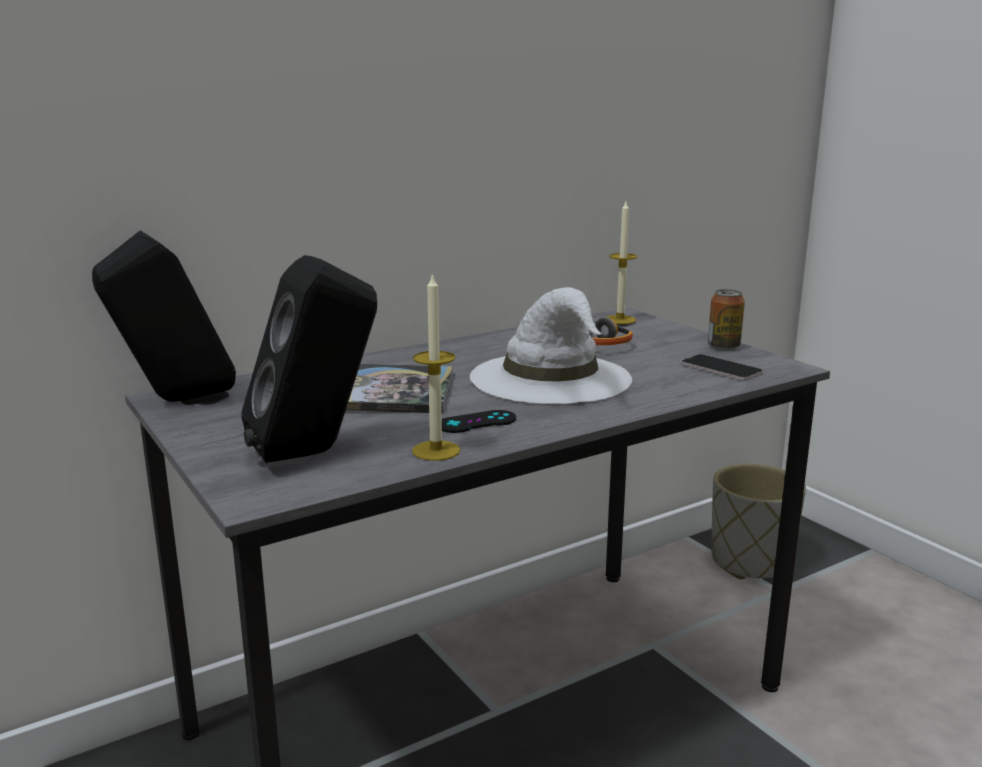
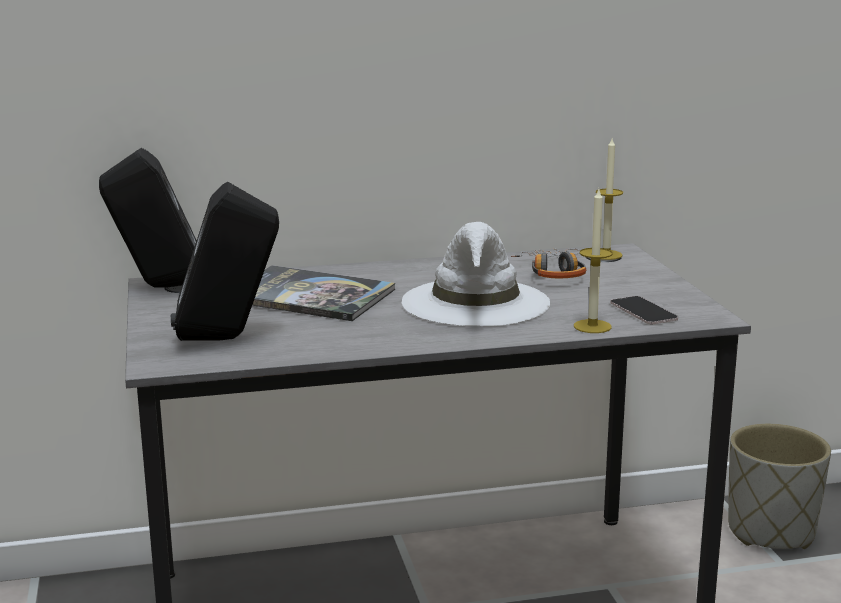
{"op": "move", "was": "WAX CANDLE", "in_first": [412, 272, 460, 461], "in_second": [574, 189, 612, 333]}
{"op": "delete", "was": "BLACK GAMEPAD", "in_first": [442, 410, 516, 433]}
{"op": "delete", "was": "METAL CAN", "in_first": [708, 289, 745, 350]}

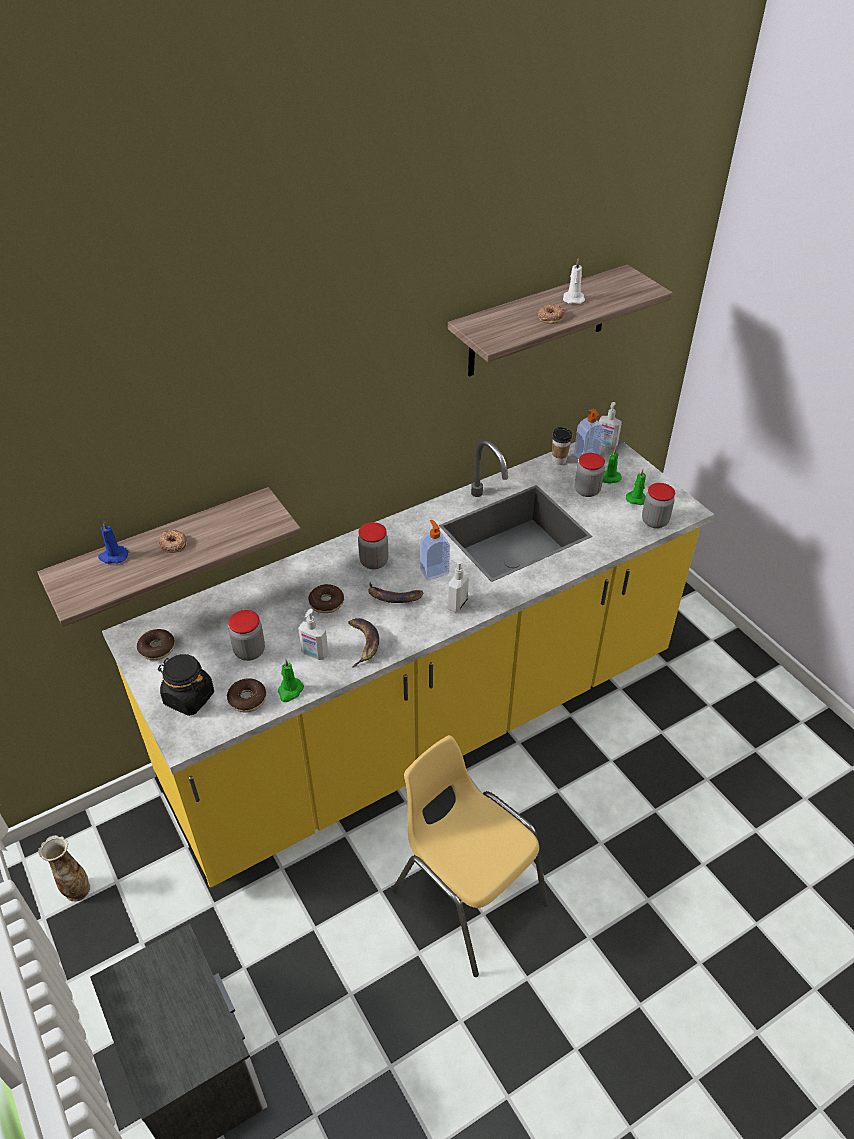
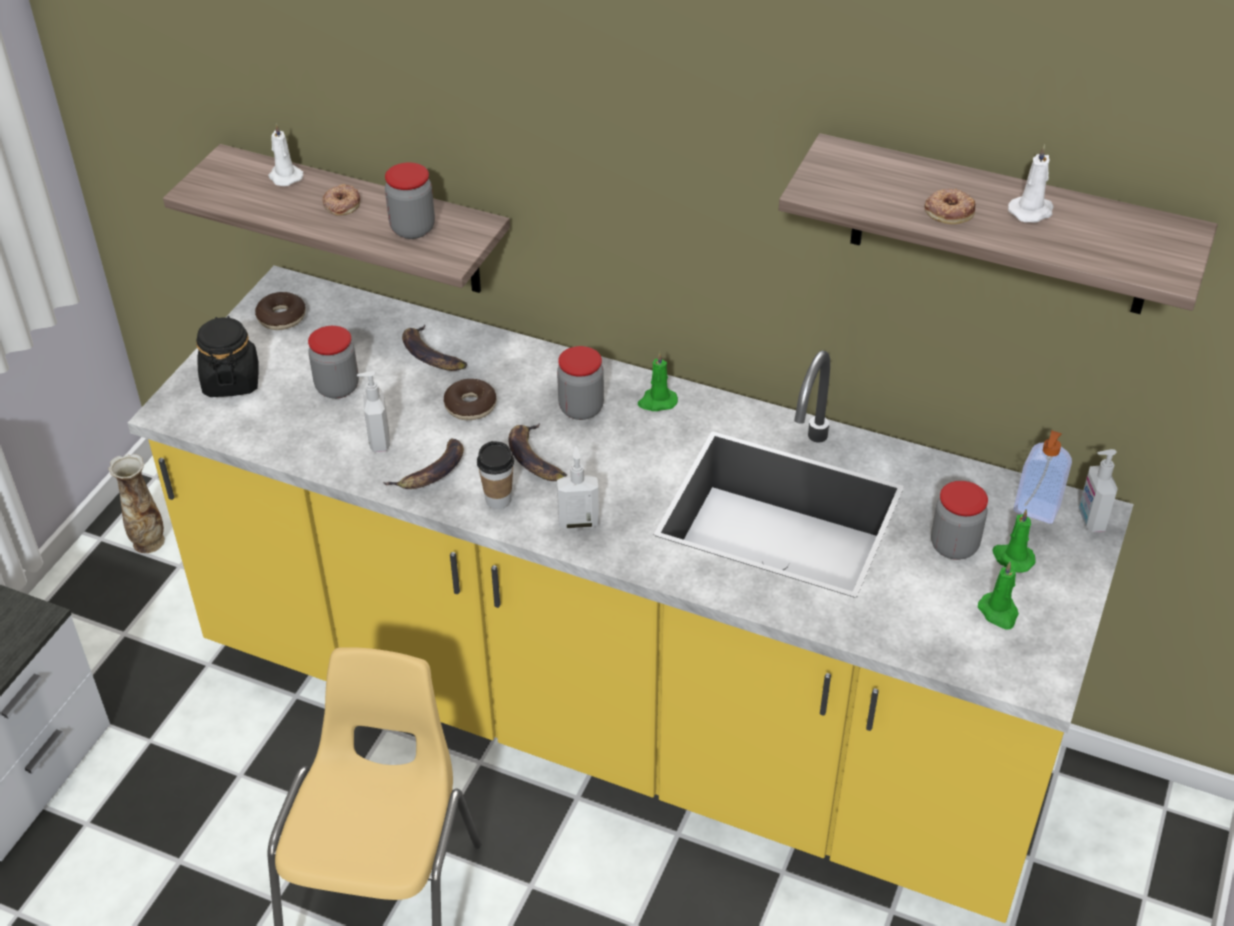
{"op": "recolor", "was": "BLUE WAX CANDLE", "now": "WHITISH WAX CANDLE", "in_first": [98, 520, 128, 564], "in_second": [268, 123, 303, 186]}
{"op": "move", "was": "STORAGE JAR", "in_first": [642, 483, 675, 528], "in_second": [385, 162, 435, 239]}
{"op": "insert", "now": "WHOLE BANANA", "in_second": [402, 325, 467, 371]}
{"op": "move", "was": "DRINKING CUP", "in_first": [552, 427, 572, 465], "in_second": [477, 441, 514, 509]}
{"op": "move", "was": "GREEN WAX CANDLE", "in_first": [278, 660, 304, 702], "in_second": [638, 352, 678, 411]}
{"op": "delete", "was": "RING DOUGHNUT", "in_first": [227, 678, 266, 712]}
{"op": "delete", "was": "SOAP BOTTLE", "in_first": [420, 520, 450, 580]}

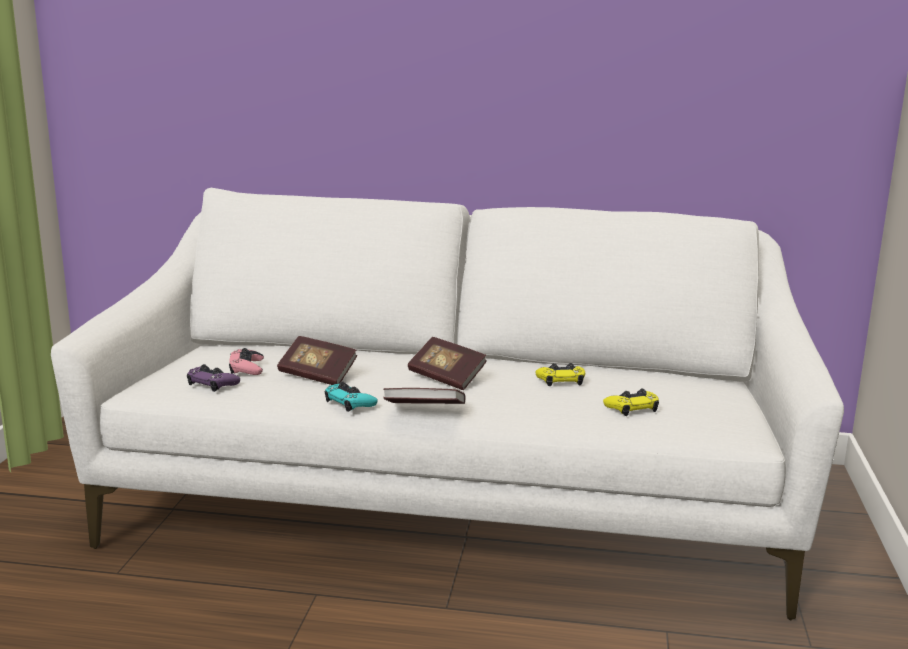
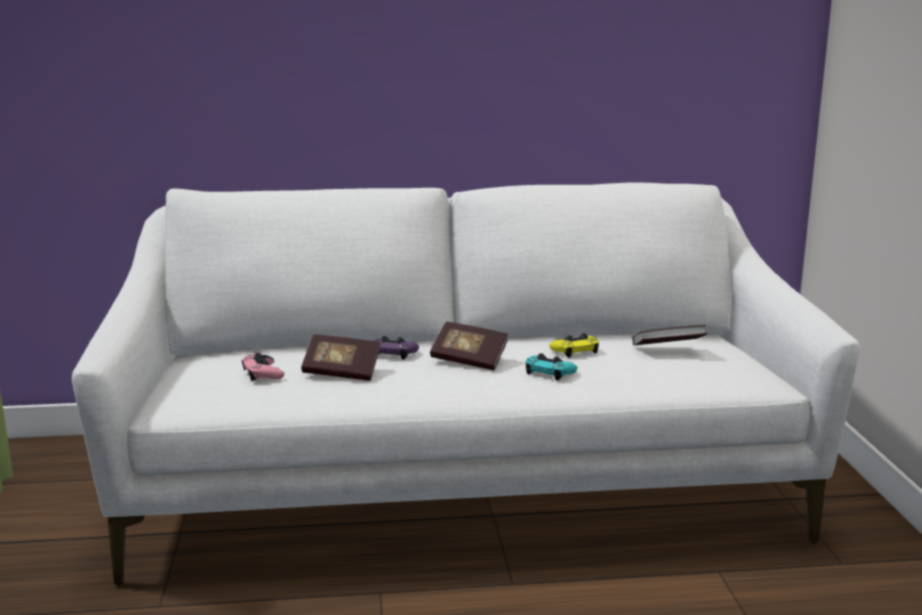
{"op": "move", "was": "PURPLISH GAMEPAD", "in_first": [187, 364, 240, 392], "in_second": [373, 336, 419, 360]}
{"op": "move", "was": "TURQUOISE-COLOURED GAMEPAD", "in_first": [325, 382, 378, 412], "in_second": [526, 353, 577, 380]}
{"op": "move", "was": "BOUND BOOK", "in_first": [383, 388, 465, 404], "in_second": [632, 325, 707, 345]}
{"op": "delete", "was": "YELLOW-COLOURED GAMEPAD", "in_first": [603, 389, 659, 416]}

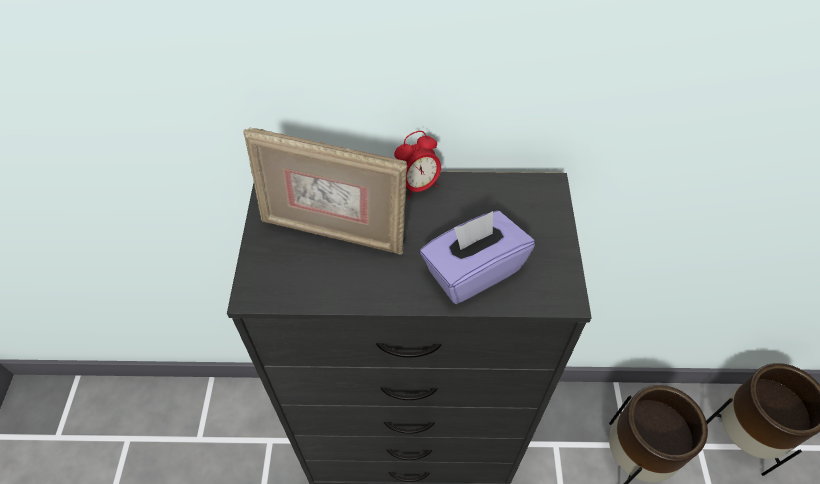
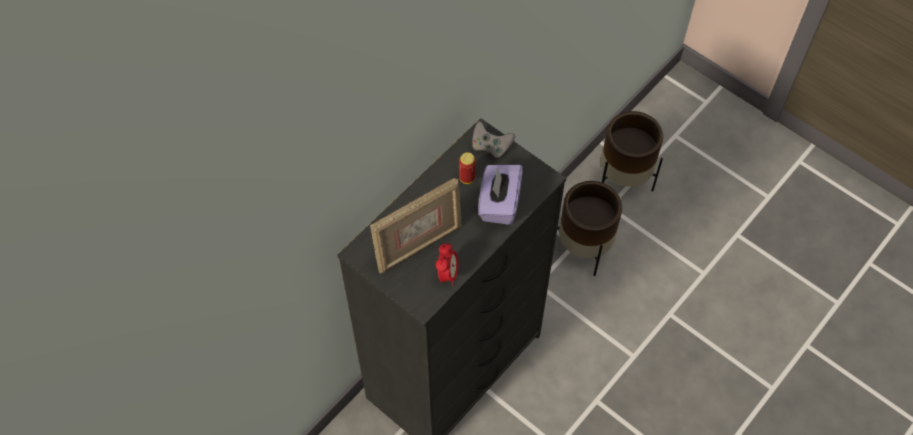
{"op": "move", "was": "TABLE CLOCK", "in_first": [394, 131, 441, 199], "in_second": [436, 244, 458, 286]}
{"op": "insert", "now": "METAL CAN", "in_second": [459, 152, 476, 184]}
{"op": "insert", "now": "GRAY GAMEPAD", "in_second": [472, 121, 515, 158]}

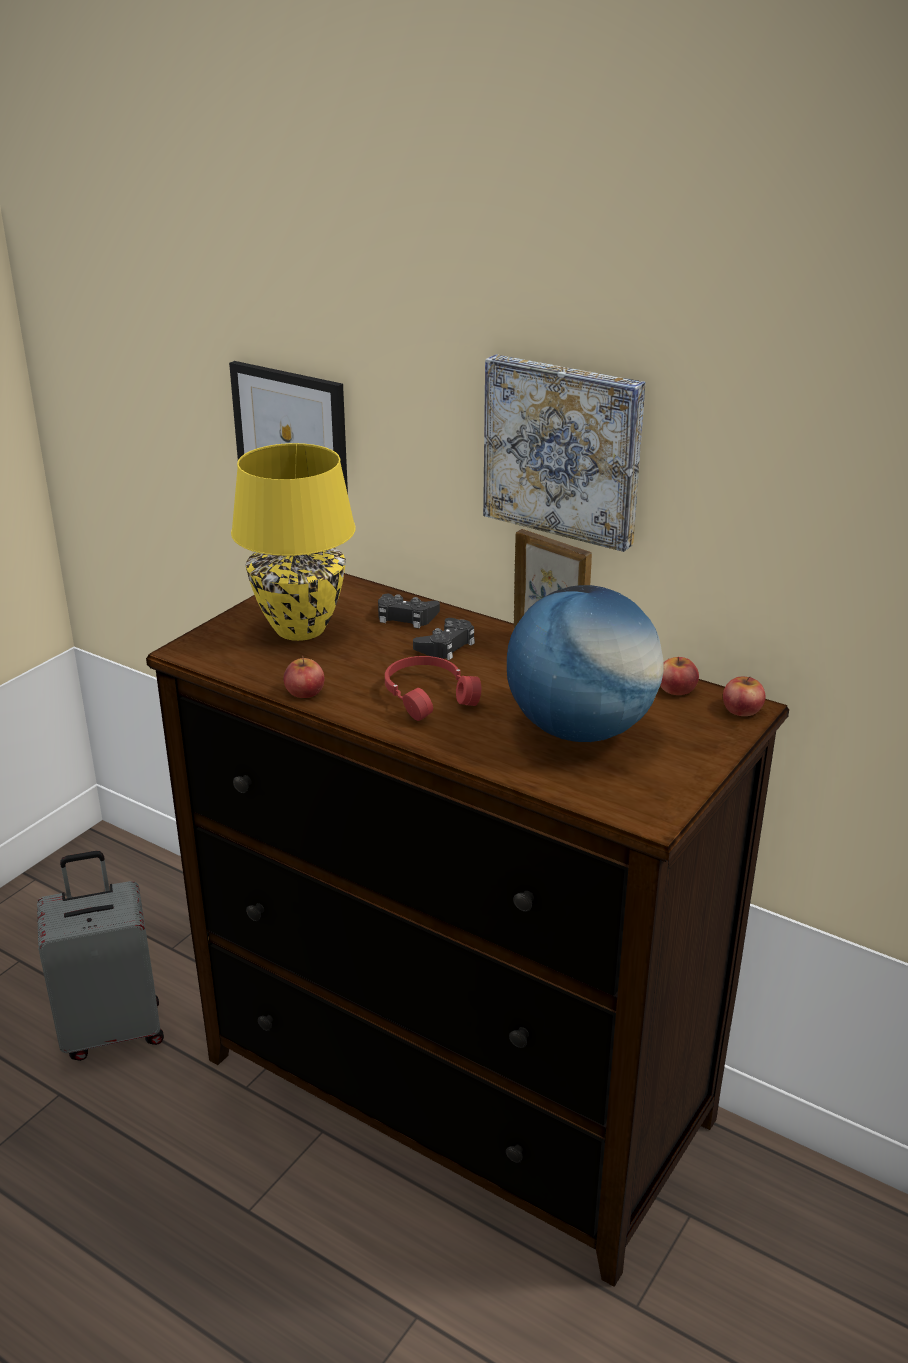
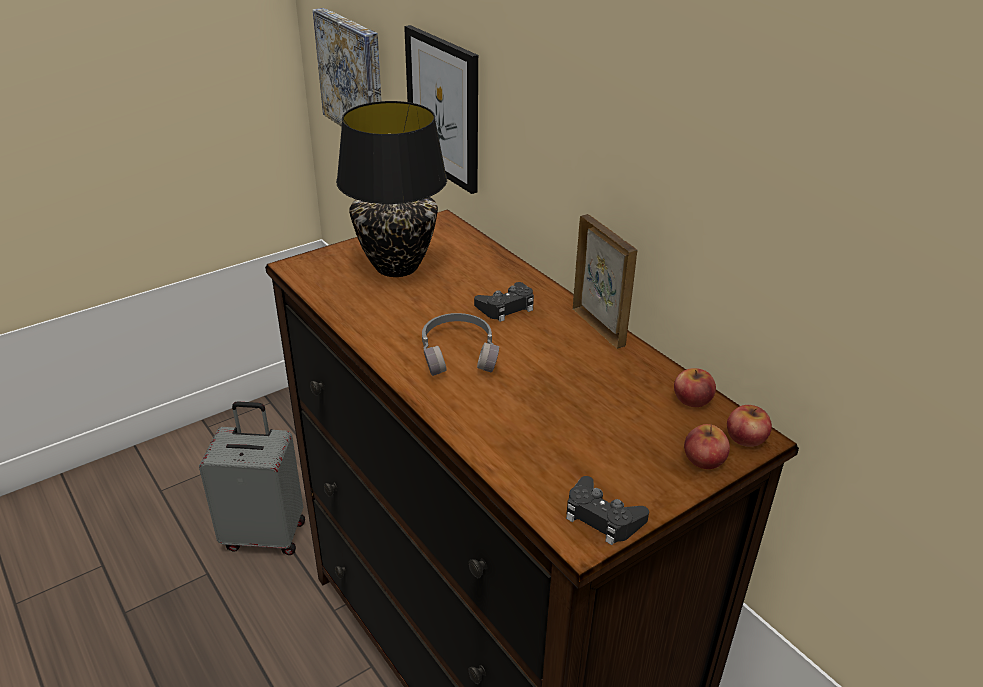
{"op": "move", "was": "WALL PICTURE", "in_first": [483, 354, 646, 552], "in_second": [313, 8, 382, 127]}
{"op": "recolor", "was": "YELLOW-COLOURED LAMP FOR A TABLE", "now": "BLACK LAMP FOR A TABLE", "in_first": [231, 443, 356, 641], "in_second": [336, 101, 447, 277]}
{"op": "recolor", "was": "RED HEADPHONES", "now": "GRAY HEADPHONES", "in_first": [385, 656, 481, 721], "in_second": [422, 313, 499, 376]}
{"op": "move", "was": "BLACK GAMEPAD", "in_first": [378, 594, 440, 628], "in_second": [566, 476, 649, 545]}
{"op": "move", "was": "WHOLE APPLE", "in_first": [283, 656, 325, 698], "in_second": [684, 424, 730, 469]}
{"op": "delete", "was": "WORLD GLOBE", "in_first": [507, 585, 664, 742]}

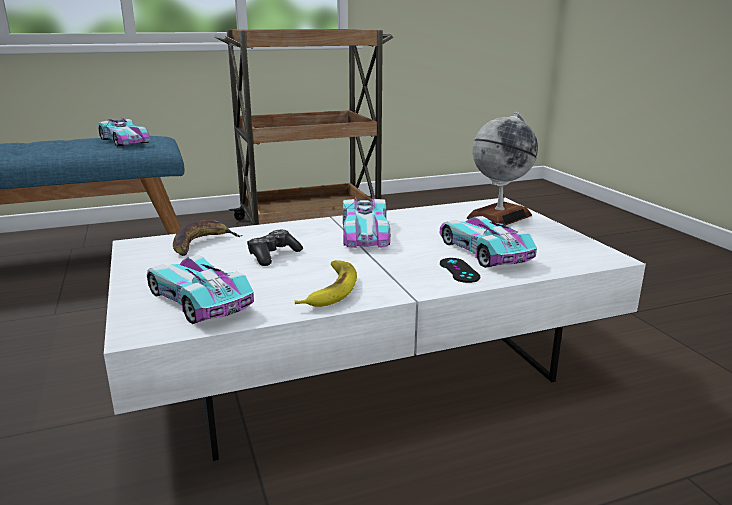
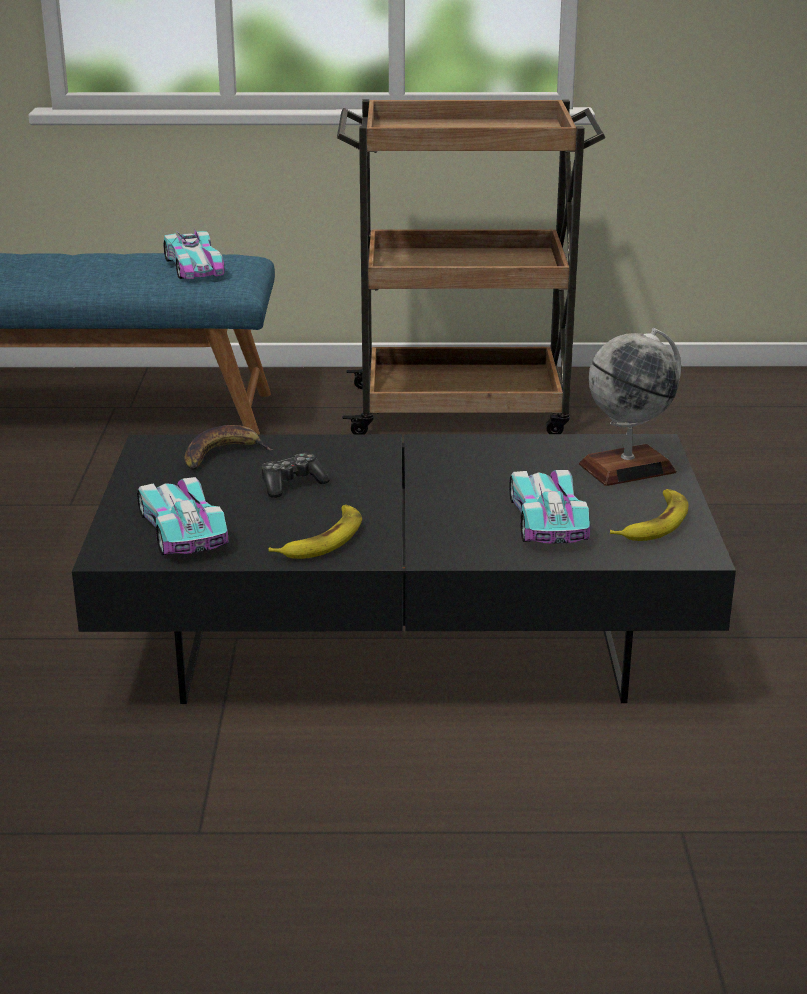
{"op": "recolor", "was": "WHITISH LOW TABLE", "now": "BLACK LOW TABLE", "in_first": [104, 198, 646, 461], "in_second": [72, 434, 736, 704]}
{"op": "insert", "now": "WHOLE BANANA", "in_second": [610, 489, 688, 541]}
{"op": "delete", "was": "MODEL CAR", "in_first": [343, 197, 390, 248]}
{"op": "delete", "was": "BLACK GAMEPAD", "in_first": [440, 258, 480, 283]}

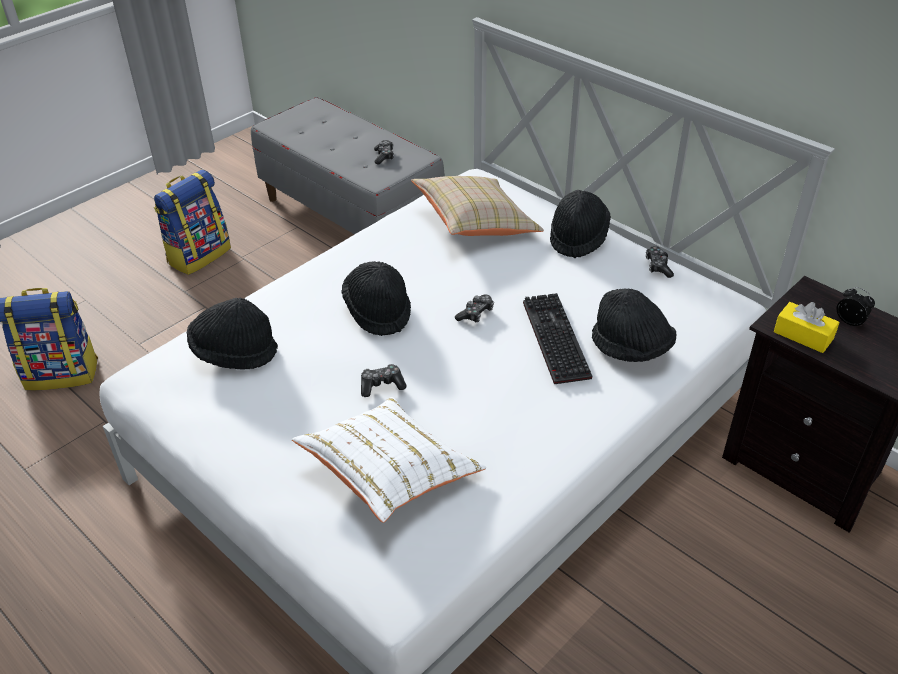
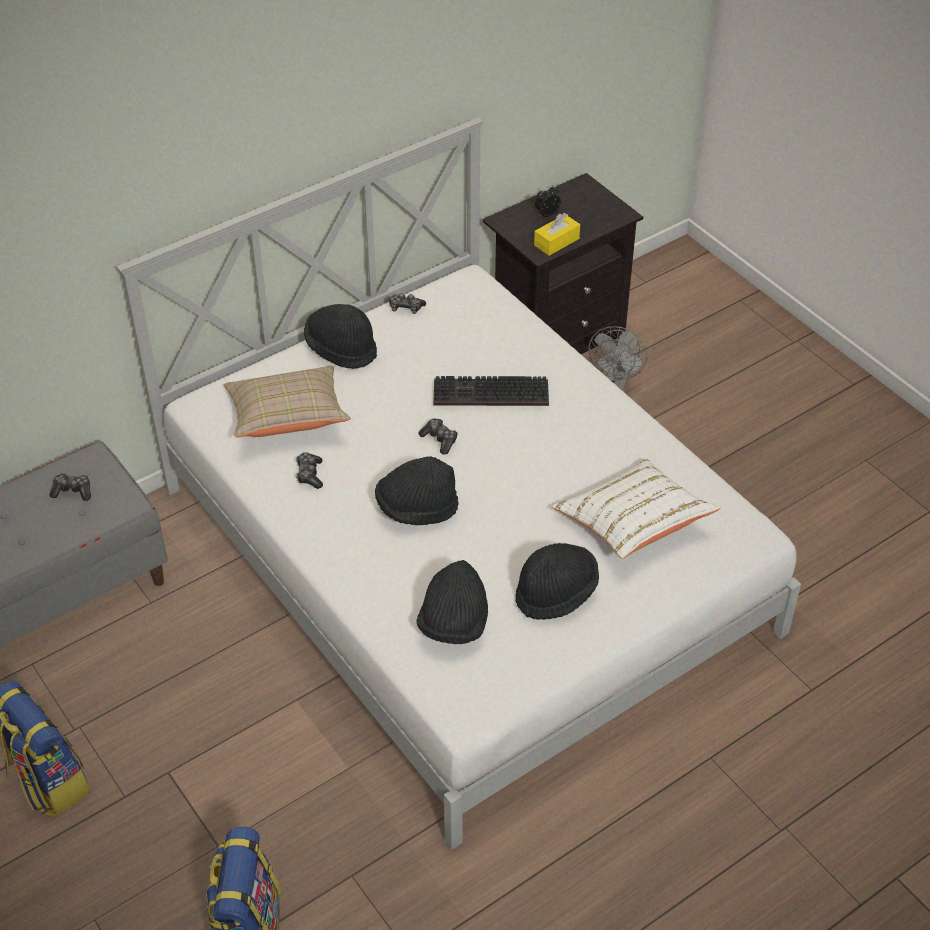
{"op": "move", "was": "GAMEPAD", "in_first": [361, 364, 406, 397], "in_second": [296, 452, 323, 489]}
{"op": "move", "was": "BLACK HAT", "in_first": [592, 288, 677, 362], "in_second": [515, 543, 599, 620]}
{"op": "insert", "now": "GRAY ELECTRIC FAN", "in_second": [588, 326, 647, 391]}

